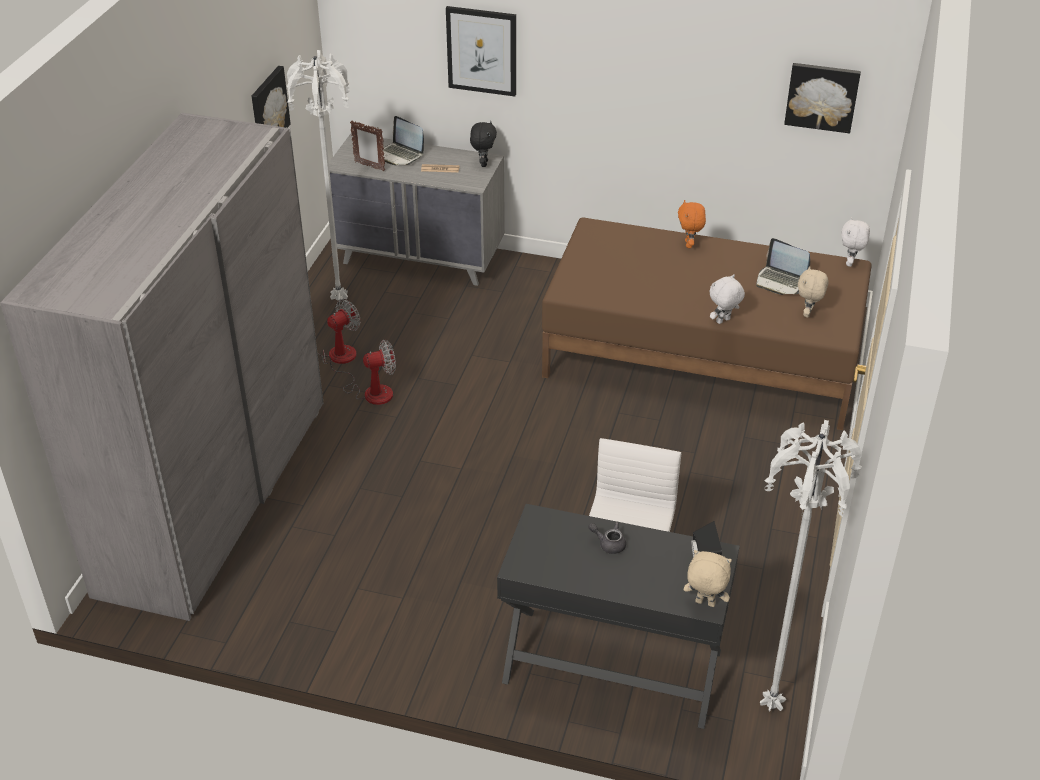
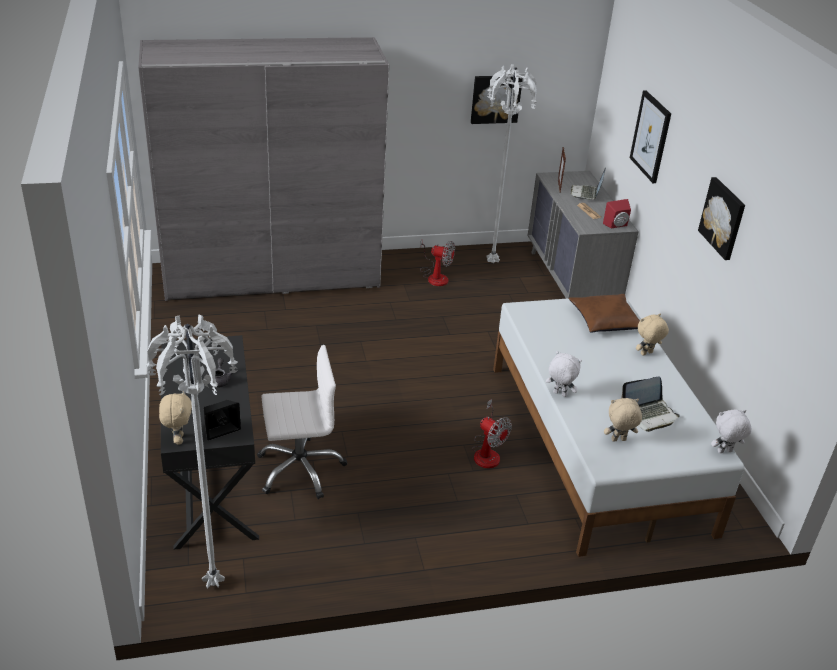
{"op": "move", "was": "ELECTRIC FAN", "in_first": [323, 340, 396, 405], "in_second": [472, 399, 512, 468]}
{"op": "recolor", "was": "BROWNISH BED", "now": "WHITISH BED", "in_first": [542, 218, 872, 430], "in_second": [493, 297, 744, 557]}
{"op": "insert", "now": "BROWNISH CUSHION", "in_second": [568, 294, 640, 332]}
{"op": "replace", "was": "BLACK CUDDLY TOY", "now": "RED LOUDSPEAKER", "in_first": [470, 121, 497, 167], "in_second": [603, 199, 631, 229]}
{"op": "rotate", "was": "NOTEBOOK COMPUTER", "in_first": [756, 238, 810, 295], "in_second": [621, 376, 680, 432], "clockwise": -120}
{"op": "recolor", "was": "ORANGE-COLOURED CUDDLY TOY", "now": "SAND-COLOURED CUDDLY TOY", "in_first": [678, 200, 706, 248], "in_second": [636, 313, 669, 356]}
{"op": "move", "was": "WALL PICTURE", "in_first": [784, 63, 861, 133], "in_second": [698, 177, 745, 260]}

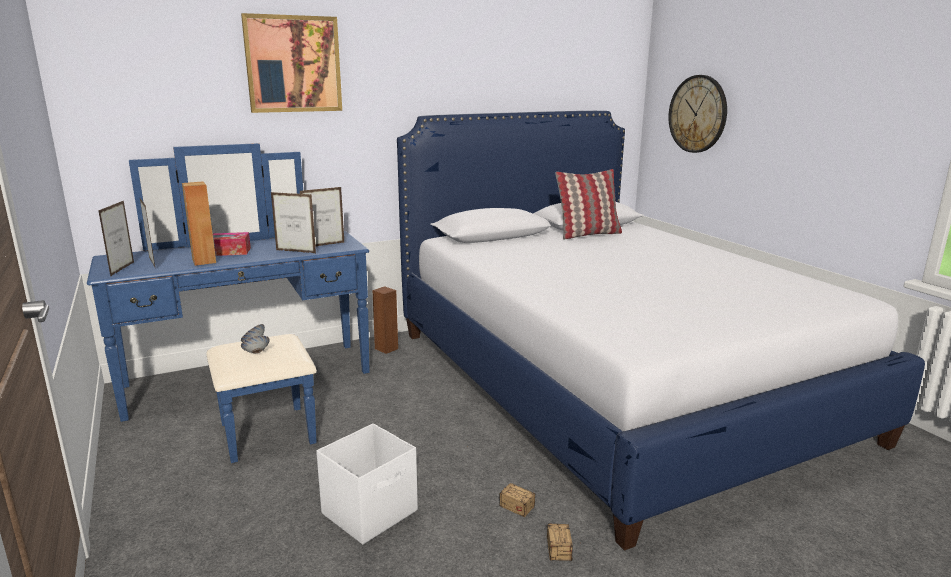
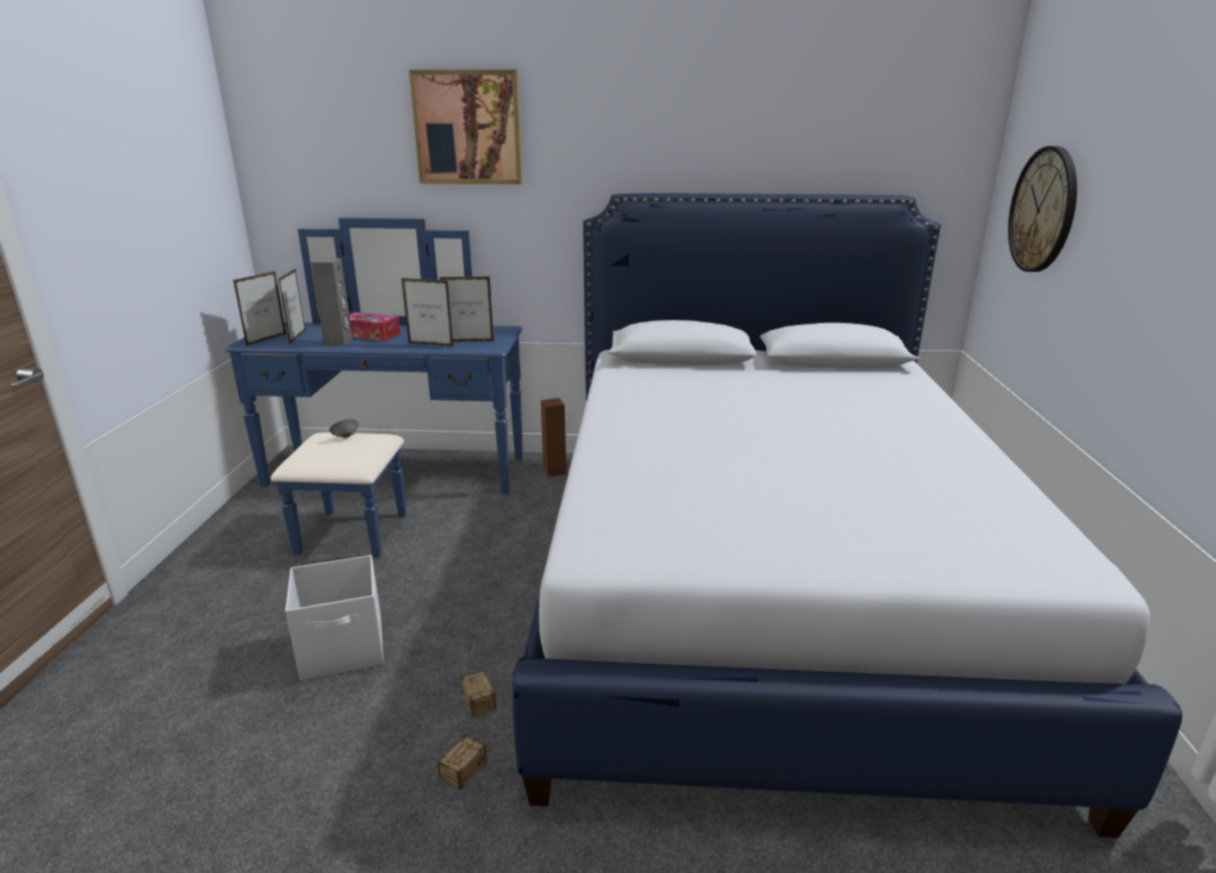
{"op": "recolor", "was": "BROWNISH LOUDSPEAKER", "now": "GRAY LOUDSPEAKER", "in_first": [182, 181, 216, 266], "in_second": [311, 258, 353, 346]}
{"op": "rotate", "was": "PHOTO FRAME", "in_first": [271, 192, 316, 253], "in_second": [401, 278, 454, 347], "clockwise": 150}
{"op": "delete", "was": "DEEP DISH", "in_first": [241, 336, 270, 354]}
{"op": "delete", "was": "CUSHION", "in_first": [555, 169, 622, 240]}

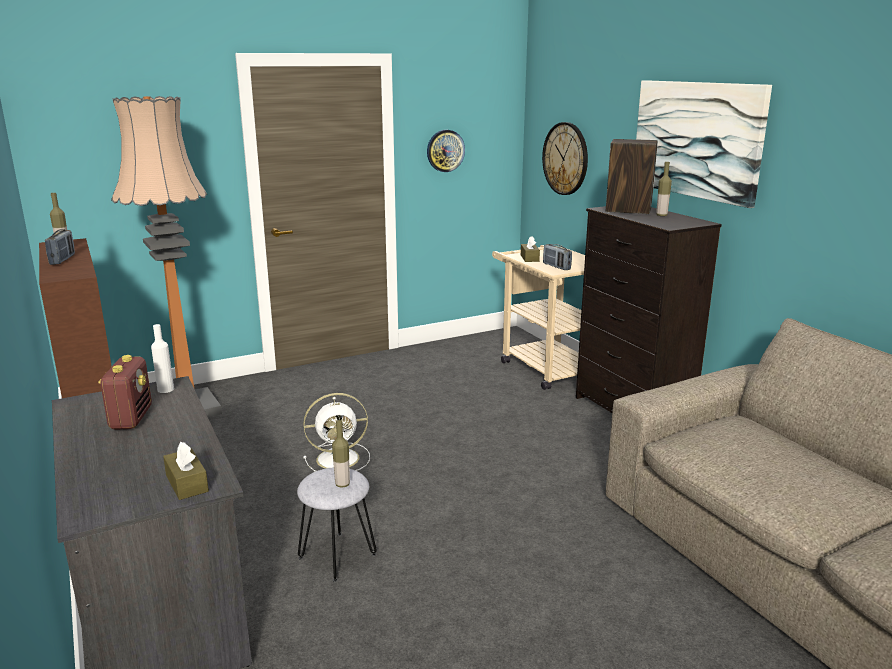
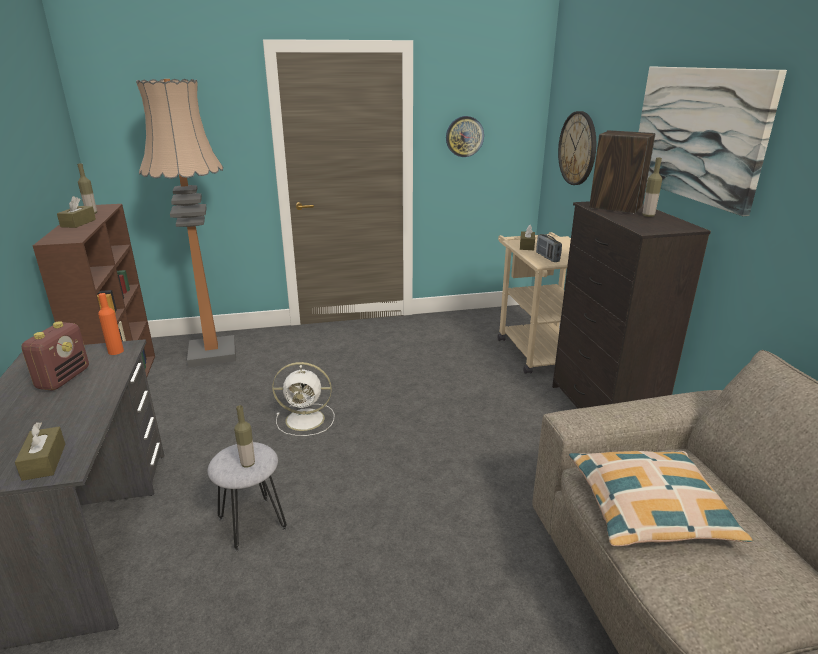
{"op": "replace", "was": "RADIO SET", "now": "BROWNISH TISSUE HOLDER", "in_first": [45, 229, 75, 265], "in_second": [57, 196, 96, 228]}
{"op": "recolor", "was": "WHITISH BEVERAGE BOTTLE", "now": "ORANGE-COLOURED BEVERAGE BOTTLE", "in_first": [151, 324, 174, 393], "in_second": [98, 293, 124, 355]}
{"op": "insert", "now": "CUSHION", "in_second": [569, 451, 752, 546]}

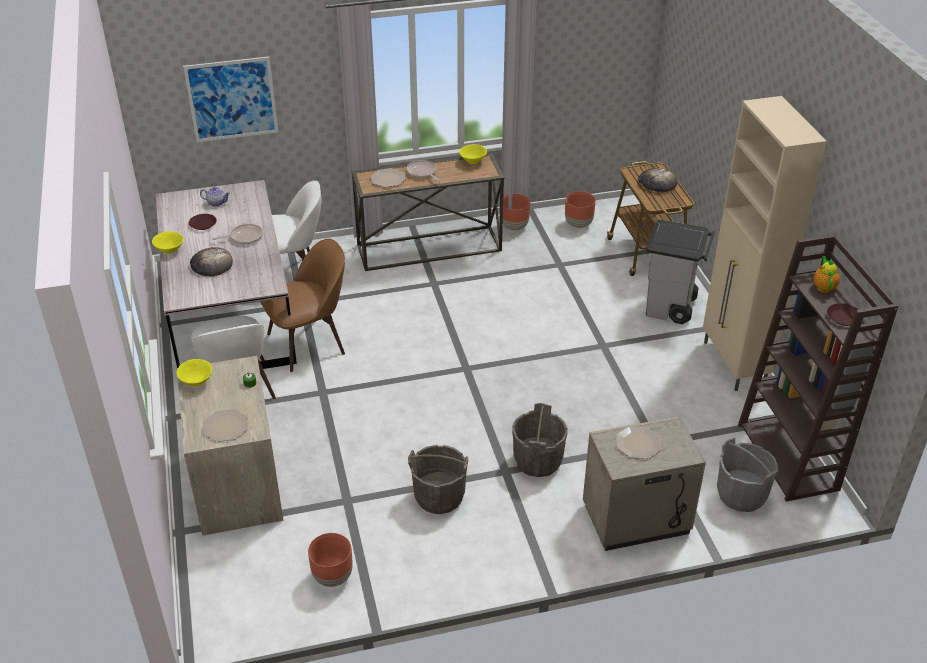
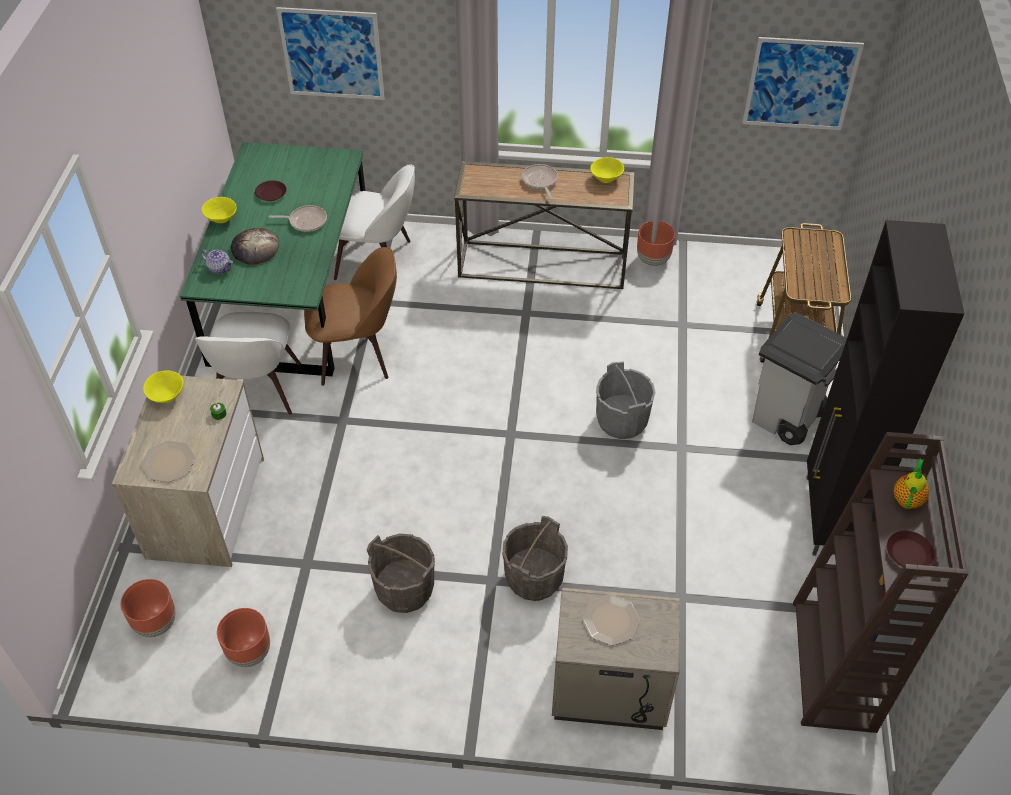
{"op": "move", "was": "BROWNISH PLANT POT", "in_first": [565, 191, 596, 228], "in_second": [121, 579, 175, 637]}
{"op": "recolor", "was": "GRAY KITCHEN TABLE", "now": "GREEN KITCHEN TABLE", "in_first": [156, 180, 297, 369], "in_second": [180, 142, 365, 376]}
{"op": "move", "was": "POT FOR TEA", "in_first": [200, 187, 230, 207], "in_second": [201, 250, 233, 274]}
{"op": "move", "was": "GRAY PAIL", "in_first": [717, 438, 778, 512], "in_second": [596, 361, 656, 439]}
{"op": "insert", "now": "WALL PICTURE", "in_second": [742, 37, 864, 130]}
{"op": "recolor", "was": "SAND-COLOURED CUPBOARD", "now": "BLACK CUPBOARD", "in_first": [703, 96, 827, 391], "in_second": [806, 220, 964, 556]}
{"op": "delete", "was": "FLAT DISH", "in_first": [370, 168, 406, 187]}
{"op": "delete", "was": "BAKERY BREAD", "in_first": [638, 168, 677, 192]}

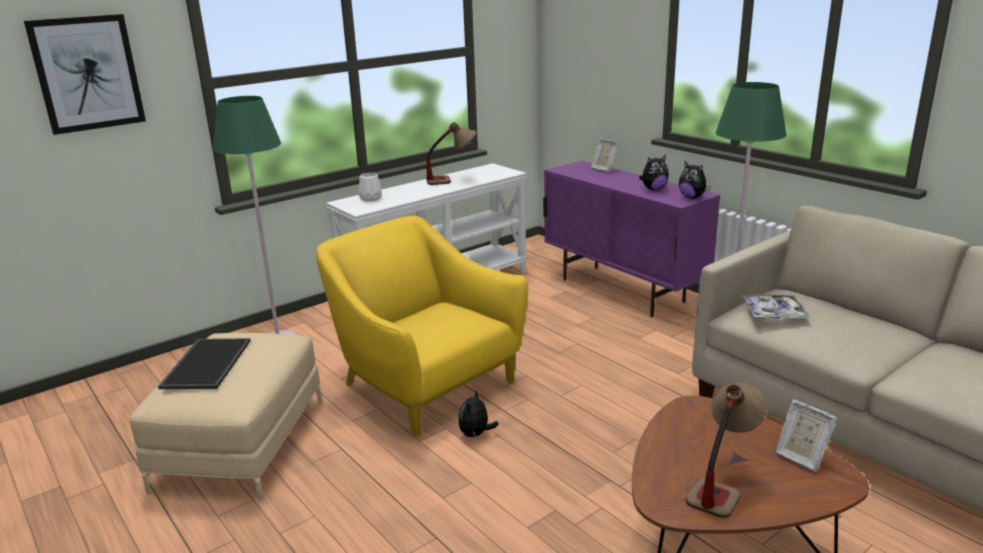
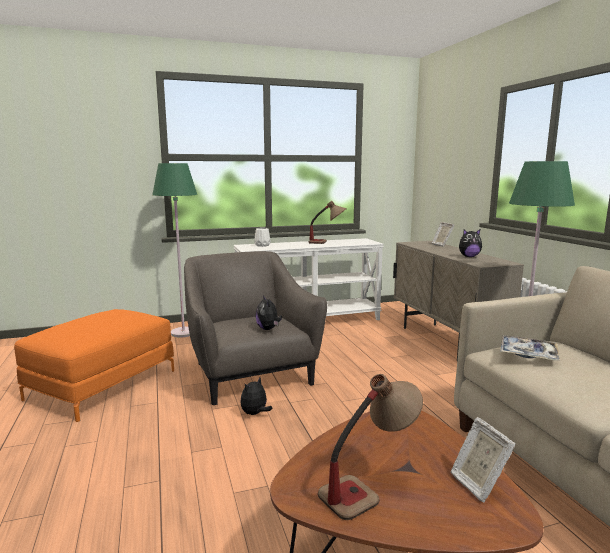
{"op": "recolor", "was": "SAND-COLOURED OTTOMAN", "now": "ORANGE-COLOURED OTTOMAN", "in_first": [130, 333, 322, 501], "in_second": [14, 309, 174, 422]}
{"op": "recolor", "was": "YELLOW-COLOURED LOUNGE CHAIR", "now": "GRAY LOUNGE CHAIR", "in_first": [316, 216, 528, 436], "in_second": [184, 251, 327, 405]}
{"op": "move", "was": "CUDDLY TOY", "in_first": [679, 162, 711, 198], "in_second": [256, 295, 282, 330]}
{"op": "recolor", "was": "PURPLISH CUPBOARD", "now": "SAND-COLOURED CUPBOARD", "in_first": [543, 161, 720, 317], "in_second": [393, 241, 524, 360]}
{"op": "delete", "was": "WALL PICTURE", "in_first": [24, 14, 146, 135]}
{"op": "delete", "was": "CARRYING TRAY", "in_first": [158, 338, 251, 389]}

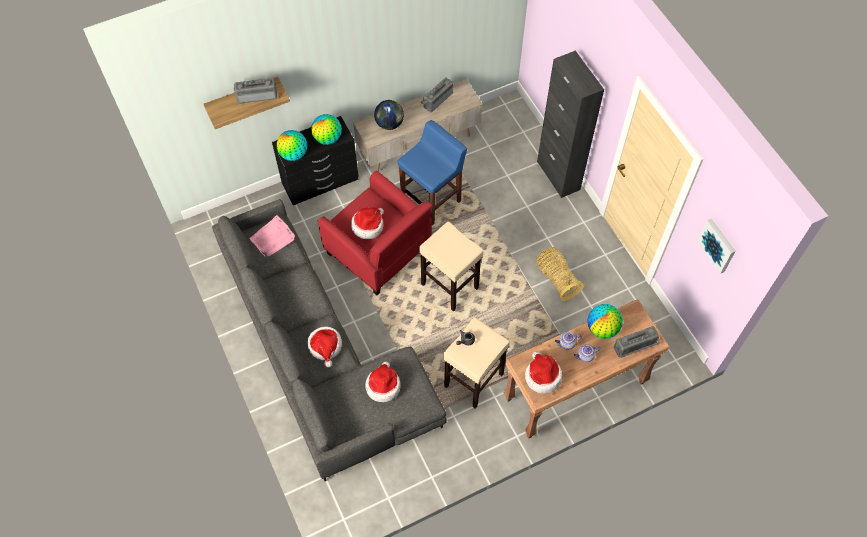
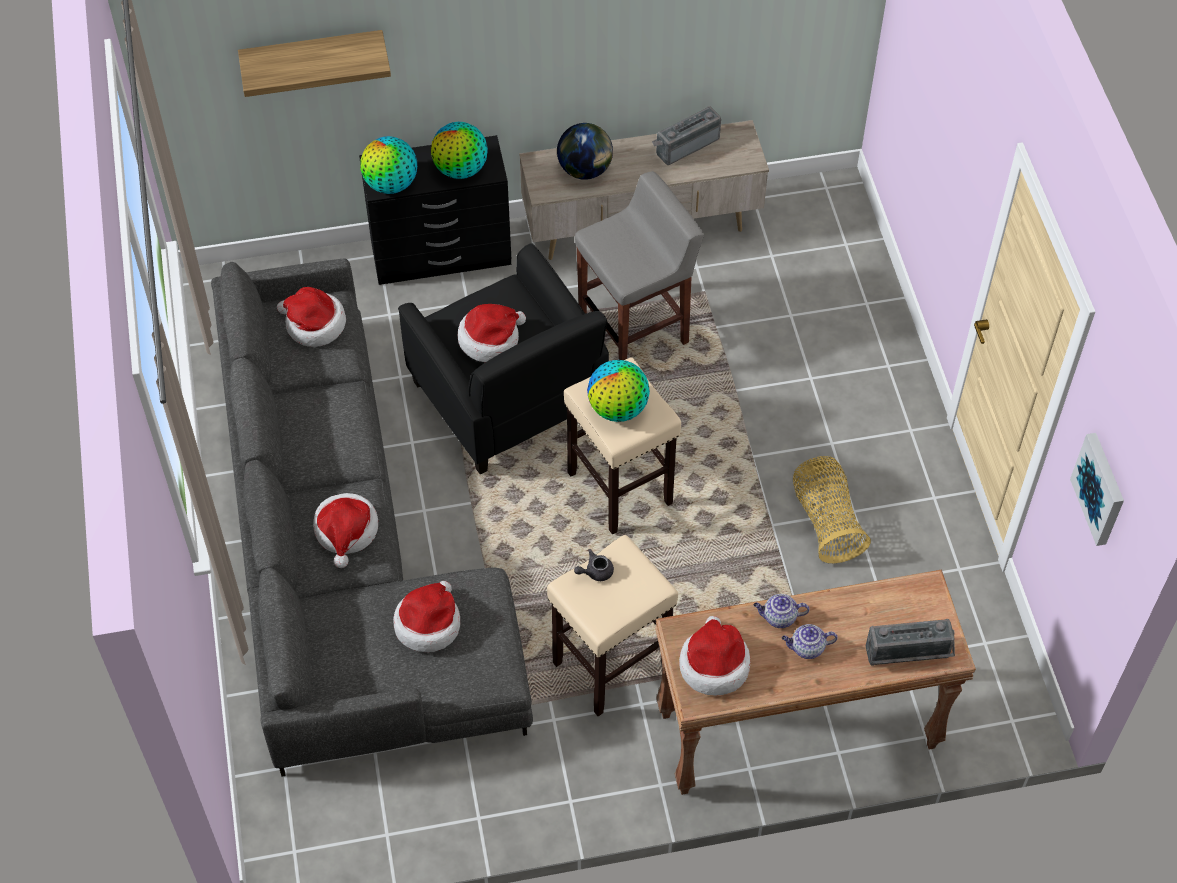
{"op": "replace", "was": "PINKISH CARRYING TRAY", "now": "HAT", "in_first": [250, 215, 295, 257], "in_second": [277, 287, 346, 347]}
{"op": "recolor", "was": "RED LOUNGE CHAIR", "now": "BLACK LOUNGE CHAIR", "in_first": [318, 171, 433, 295], "in_second": [398, 243, 609, 474]}
{"op": "recolor", "was": "BLUE STOOL", "now": "GRAY STOOL", "in_first": [398, 120, 467, 225], "in_second": [575, 171, 704, 360]}
{"op": "move", "was": "WORLD GLOBE", "in_first": [588, 304, 623, 339], "in_second": [587, 360, 650, 422]}
{"op": "delete", "was": "RADIO SET", "in_first": [233, 78, 277, 104]}
{"op": "delete", "was": "BLACK CUPBOARD", "in_first": [537, 50, 604, 198]}

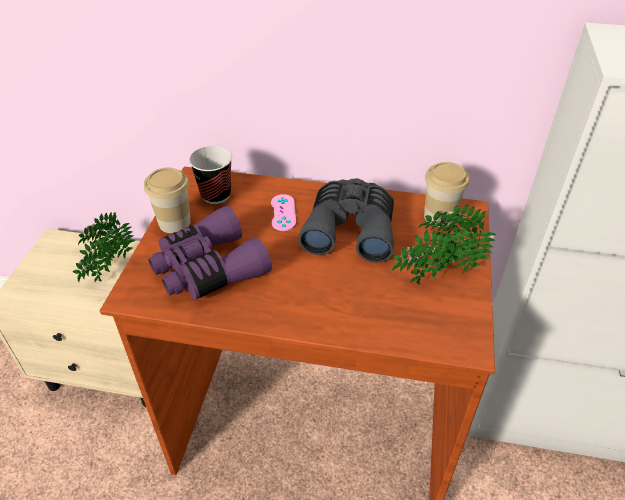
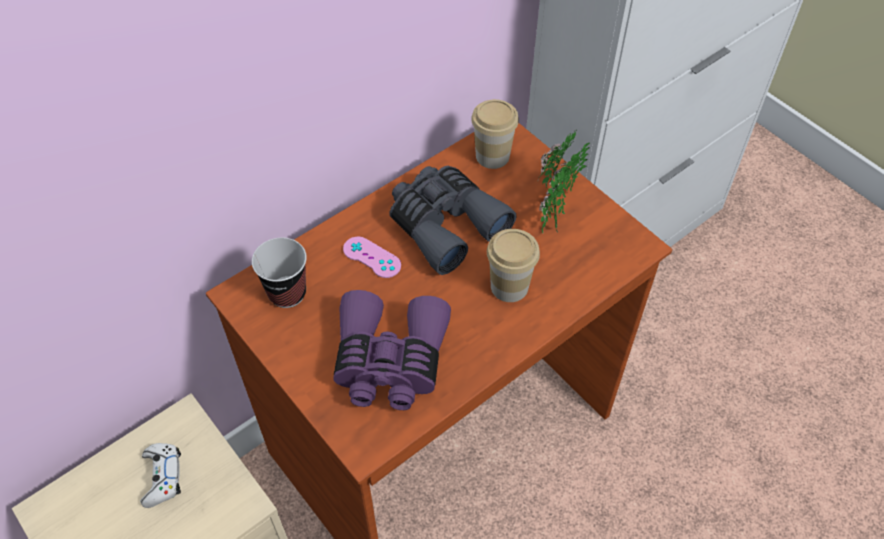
{"op": "replace", "was": "HOUSEPLANT", "now": "WHITISH GAMEPAD", "in_first": [73, 212, 135, 282], "in_second": [141, 443, 181, 508]}
{"op": "move", "was": "DRINKING CUP", "in_first": [144, 168, 191, 233], "in_second": [487, 229, 540, 302]}

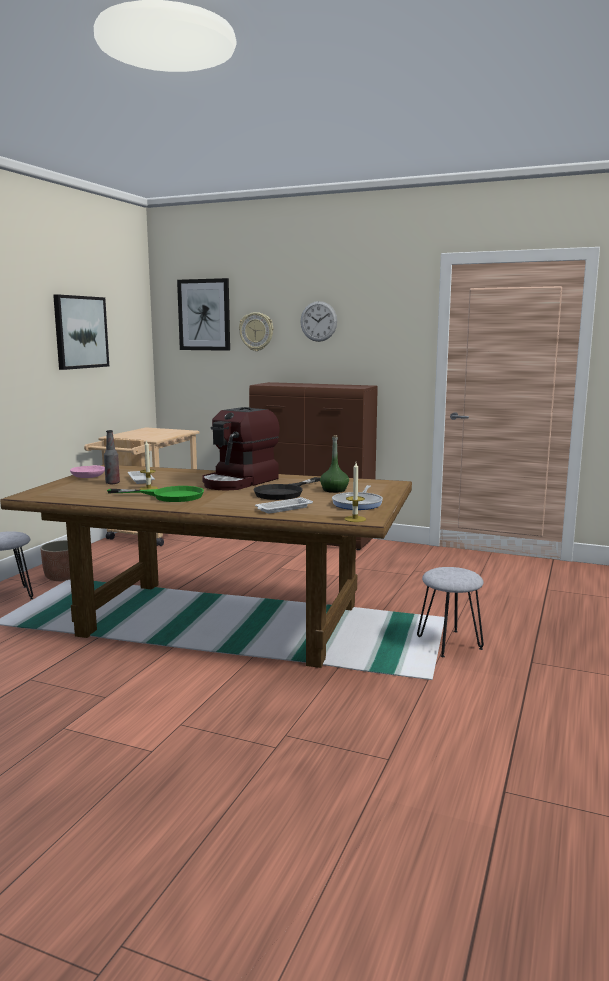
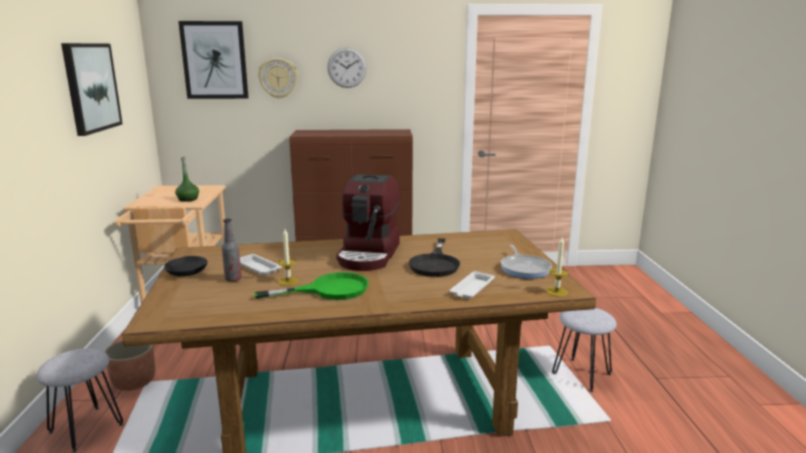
{"op": "recolor", "was": "PINKISH DEEP DISH", "now": "BLACK DEEP DISH", "in_first": [70, 465, 105, 478], "in_second": [164, 256, 208, 277]}
{"op": "move", "was": "GREEN BEVERAGE BOTTLE", "in_first": [320, 435, 349, 493], "in_second": [175, 157, 199, 202]}

